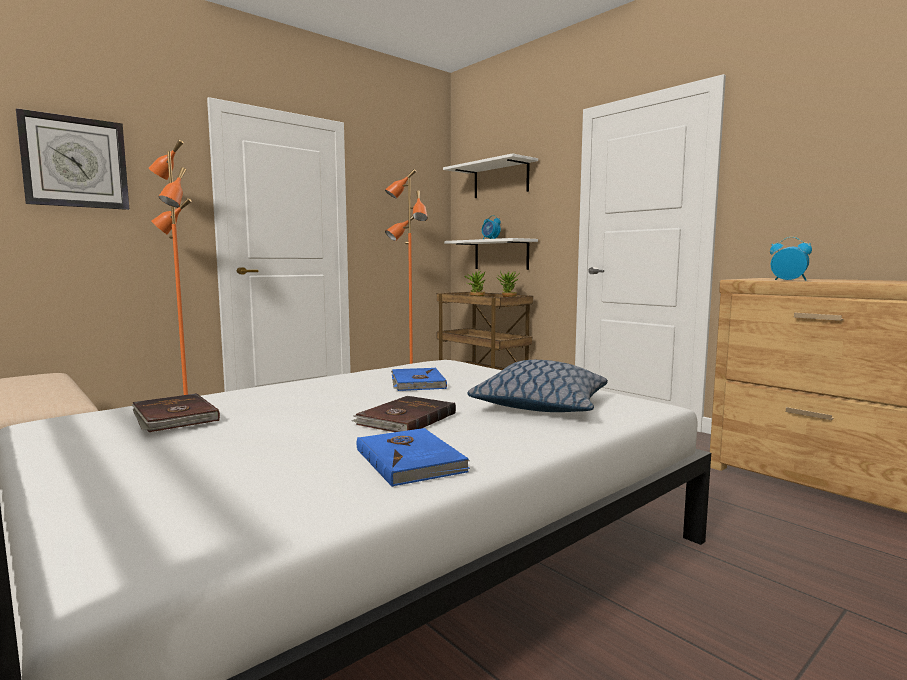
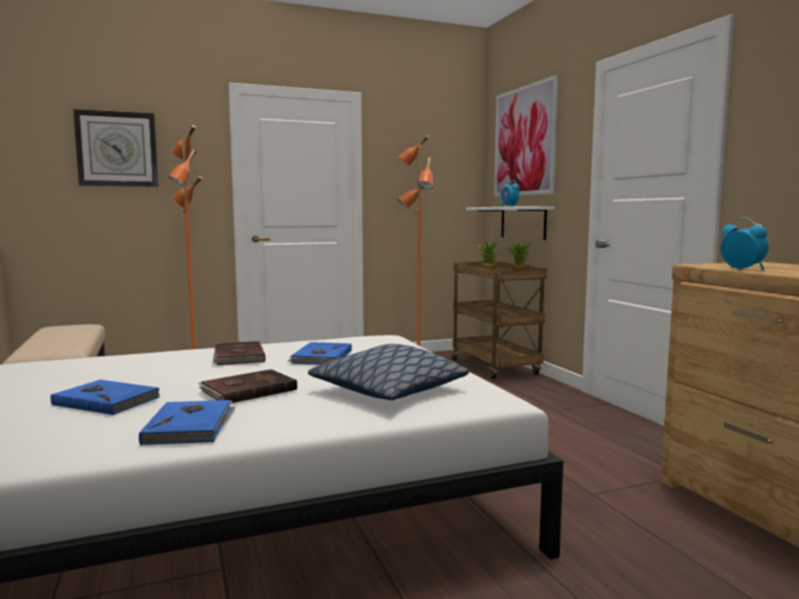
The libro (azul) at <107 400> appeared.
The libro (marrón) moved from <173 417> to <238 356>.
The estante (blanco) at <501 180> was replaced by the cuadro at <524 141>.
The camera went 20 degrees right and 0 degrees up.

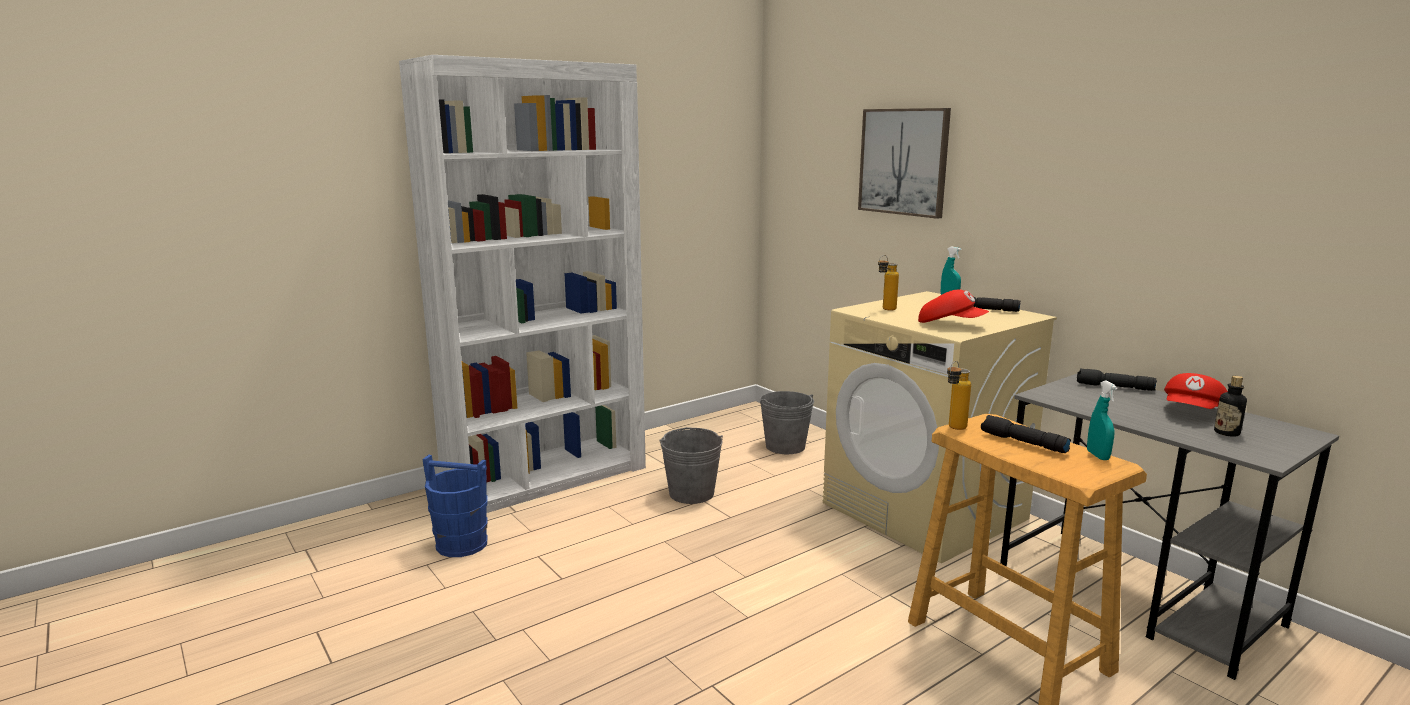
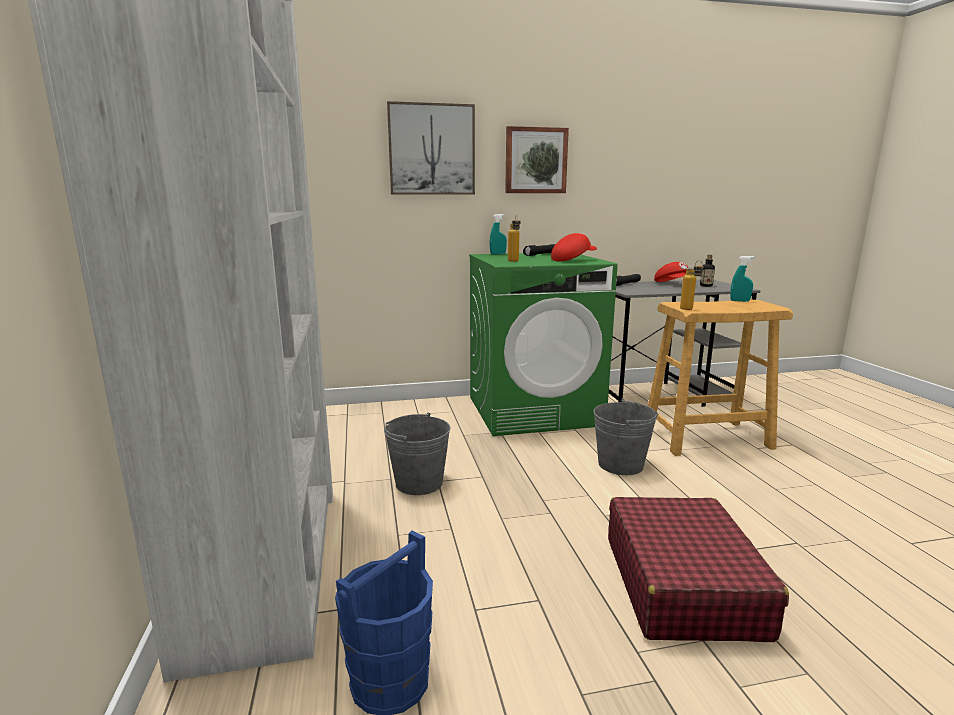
The lavadora (beis) at <925 511> became the lavadora (verde) at <534 411>.
The cuadro at <535 161> appeared.
The cubo (gris) moved from <785 446> to <620 464>.
The maleta (rojo) at <682 584> appeared.
The linterna (negro) at <1022 443> disappeared.
The camera went 65 degrees left and 0 degrees up.

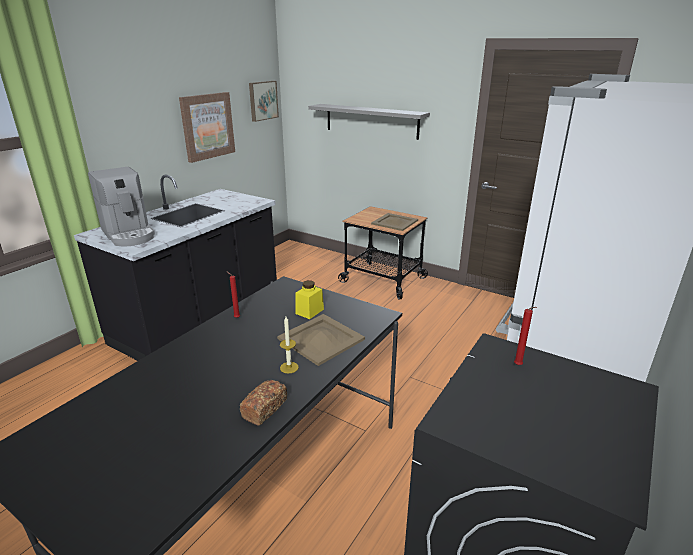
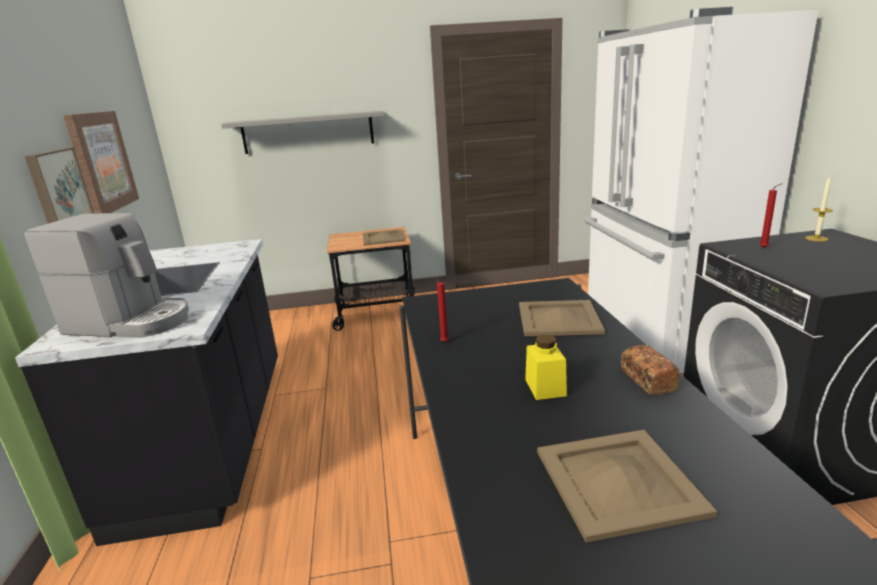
The cuadro moved from <262 100> to <57 188>.
The tarro (amarillo) moved from <309 311> to <545 387>.
The bandeja (beis) at <618 480> appeared.
The vela moved from <289 367> to <816 238>.
The camera went 40 degrees left and 5 degrees down.

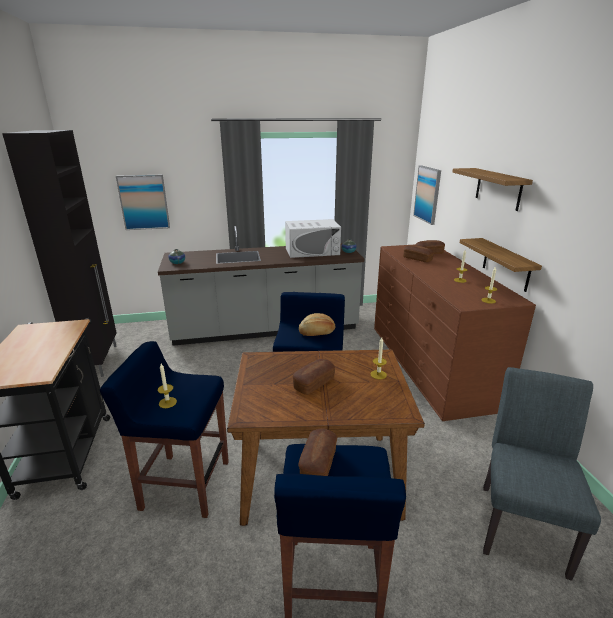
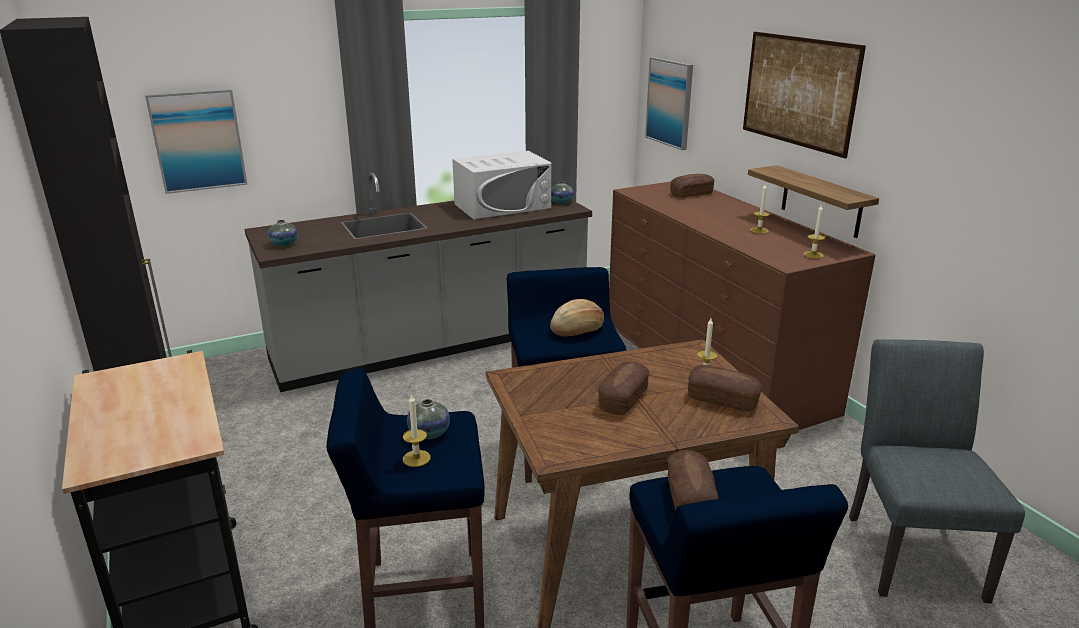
The florero at <429 433> appeared.
The pan moved from <417 259> to <722 399>.
The estante at <498 188> was replaced by the cuadro at <798 91>.
The camera went 15 degrees left and 0 degrees up.

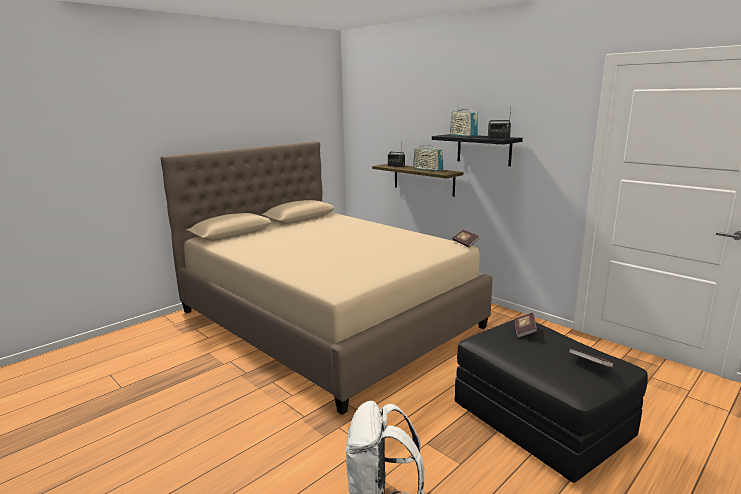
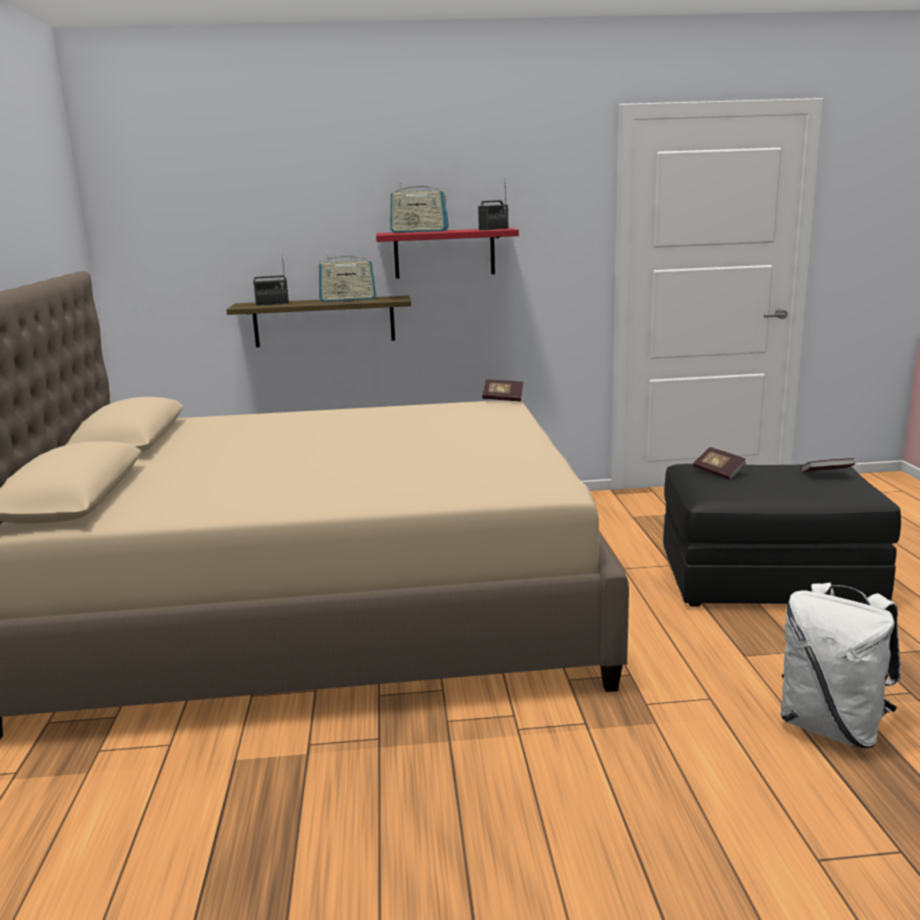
The estante (negro) at <484 149> became the estante (rojo) at <444 253>.
The camera went 50 degrees left and 0 degrees up.

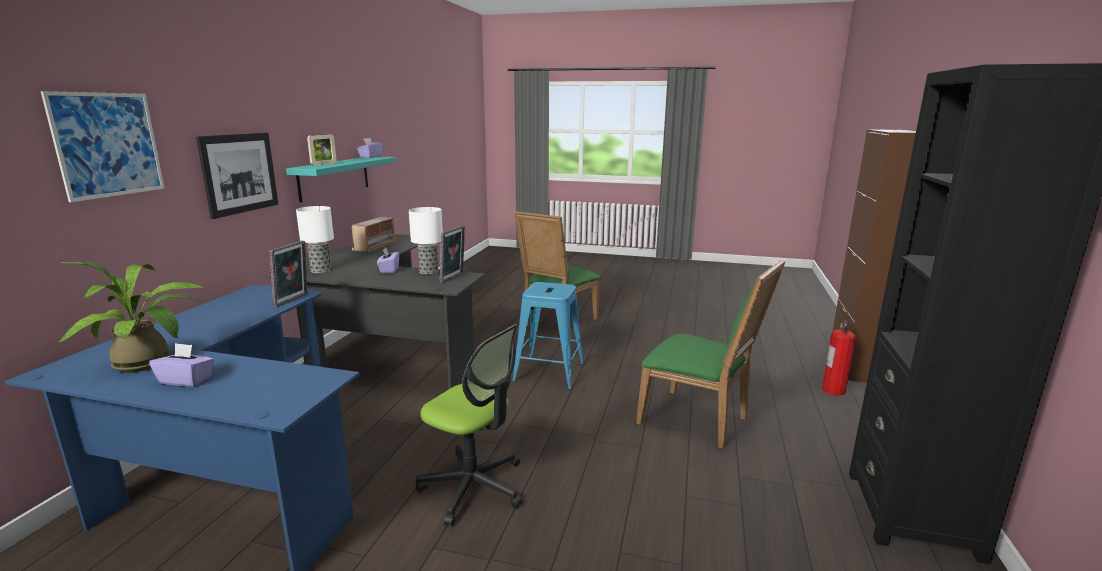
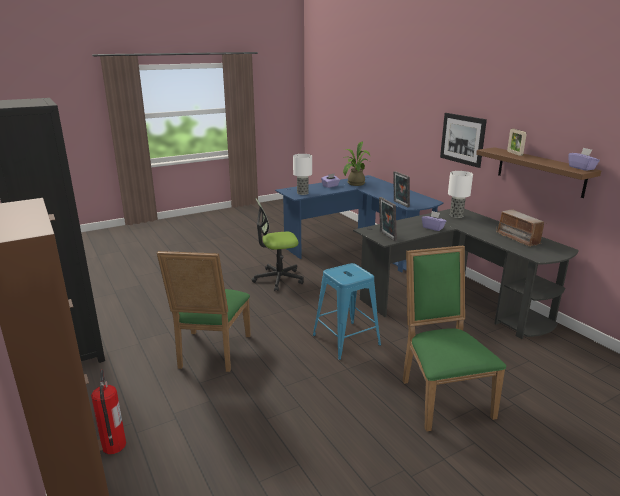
The silla (verde) at <699 421> turned 75 degrees counterclockwise.
The lámpara de mesa moved from <428 271> to <303 193>.
The estante (turquesa) at <334 177> became the estante (marrón) at <540 171>.
The cuadro at <108 145> disappeared.
The camera went 135 degrees right and 5 degrees up.

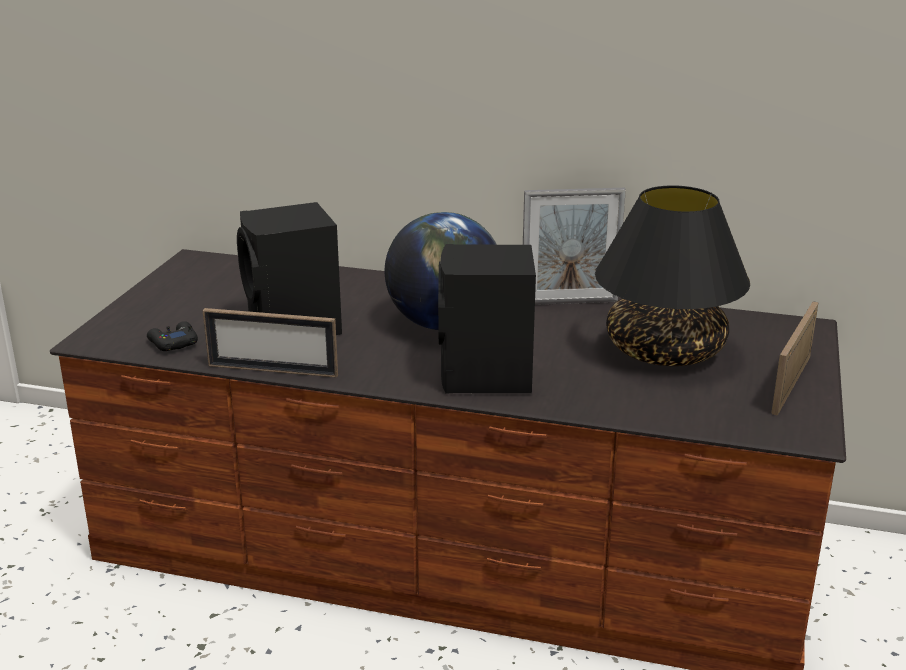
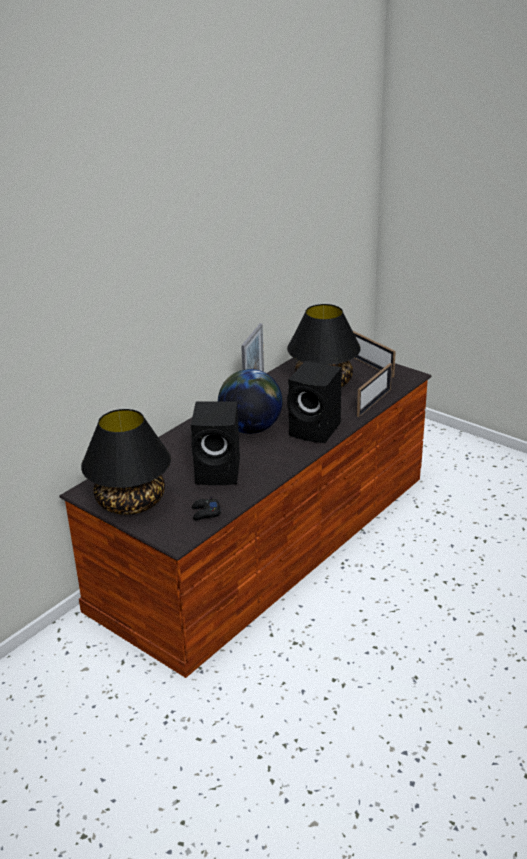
The lámpara de mesa (negro) at <131 502> appeared.
The portarretratos moved from <272 370> to <374 402>.
The camera went 65 degrees left and 5 degrees up.

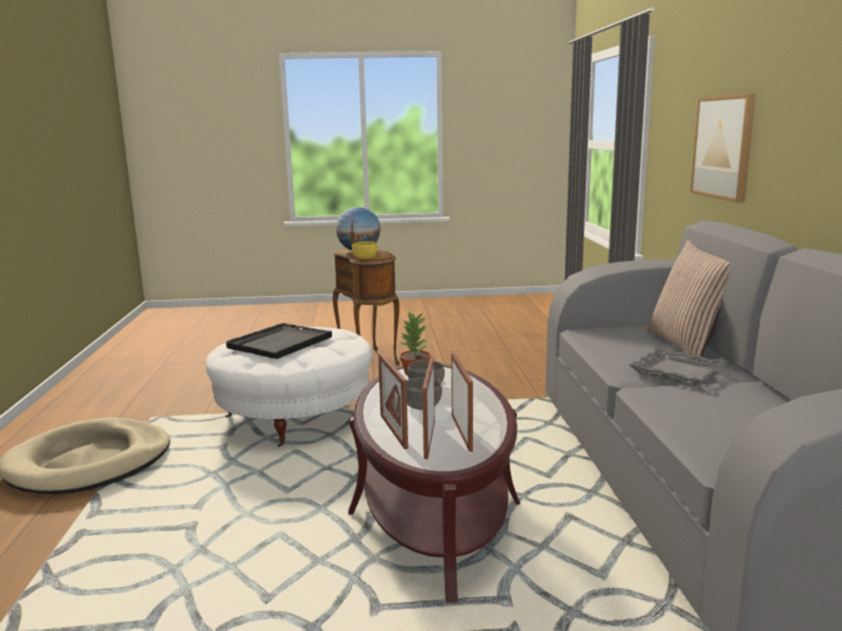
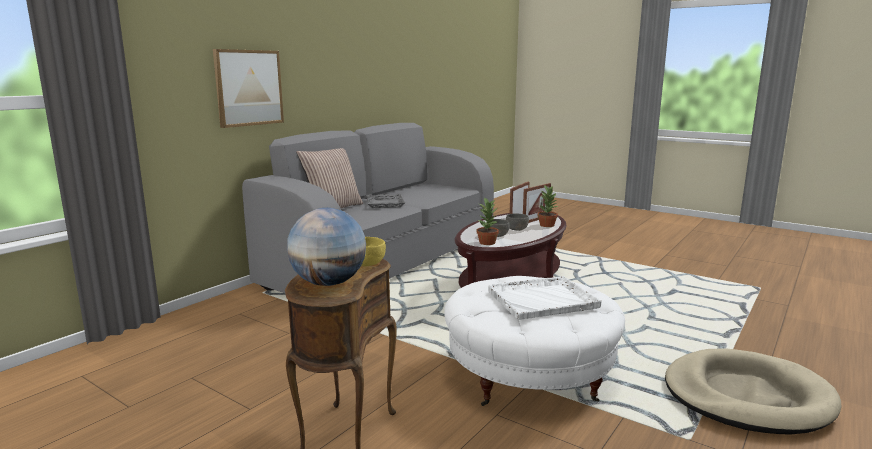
The bandeja (negro) at <279 342> became the bandeja (blanco) at <543 299>.
The portarretratos at <393 431> was replaced by the planta en maceta at <547 225>.
The camera went 140 degrees left and 0 degrees up.

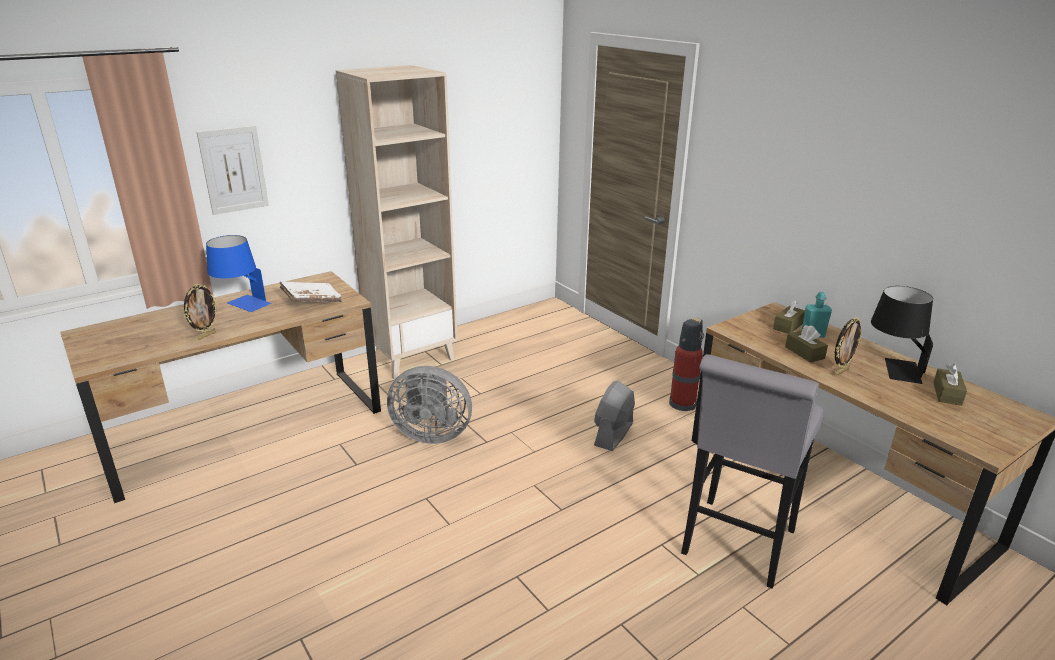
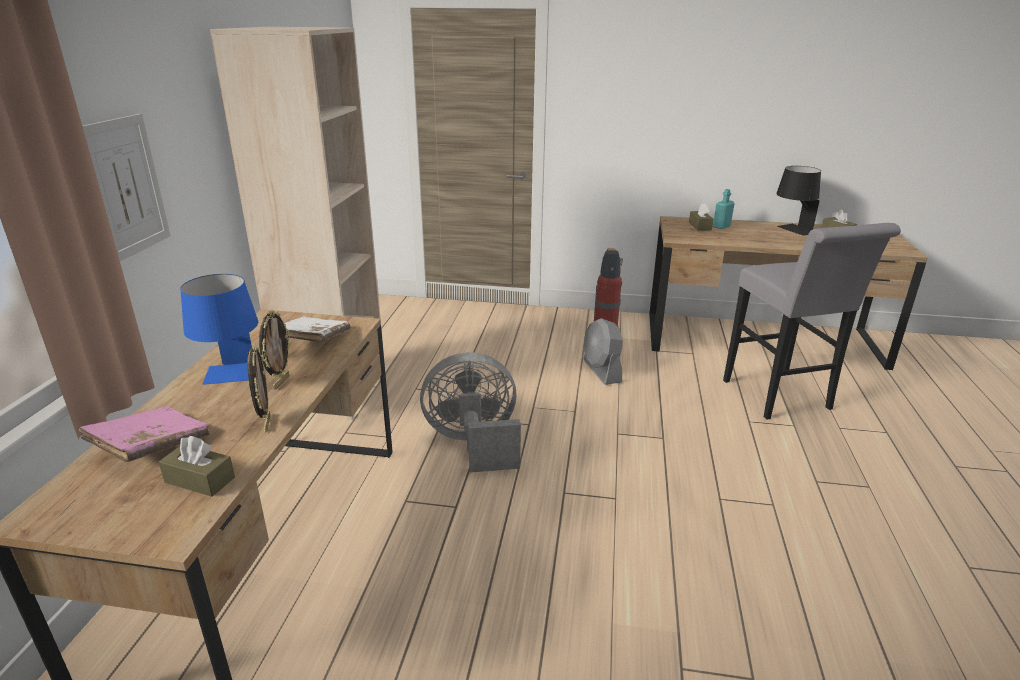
The libro (rosa) at <151 446> appeared.
The caja de pañuelos (marrón) moved from <804 353> to <200 480>.
The portarretratos moved from <840 371> to <280 382>.
The ventilador (gris) at <431 434> turned 150 degrees counterclockwise.
The camera went 45 degrees left and 0 degrees up.

